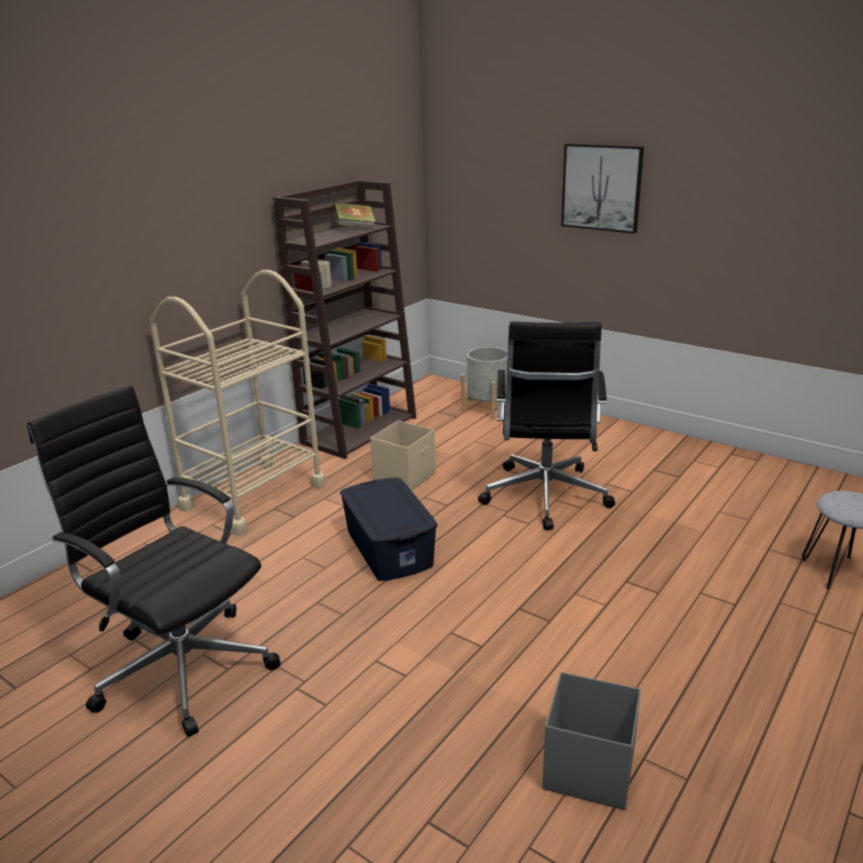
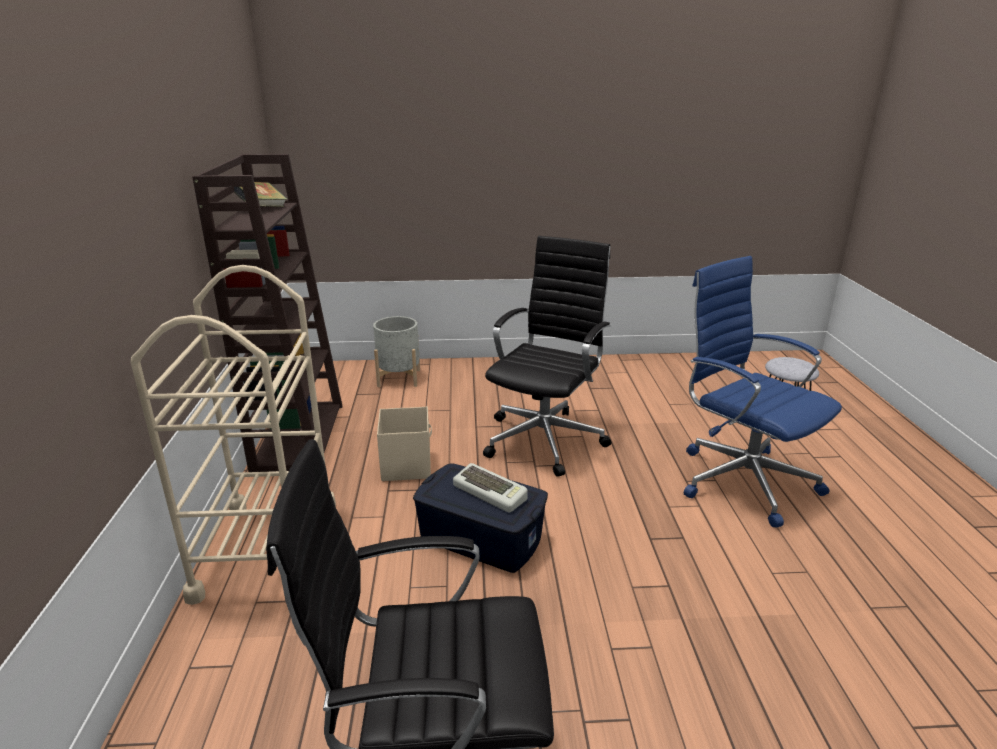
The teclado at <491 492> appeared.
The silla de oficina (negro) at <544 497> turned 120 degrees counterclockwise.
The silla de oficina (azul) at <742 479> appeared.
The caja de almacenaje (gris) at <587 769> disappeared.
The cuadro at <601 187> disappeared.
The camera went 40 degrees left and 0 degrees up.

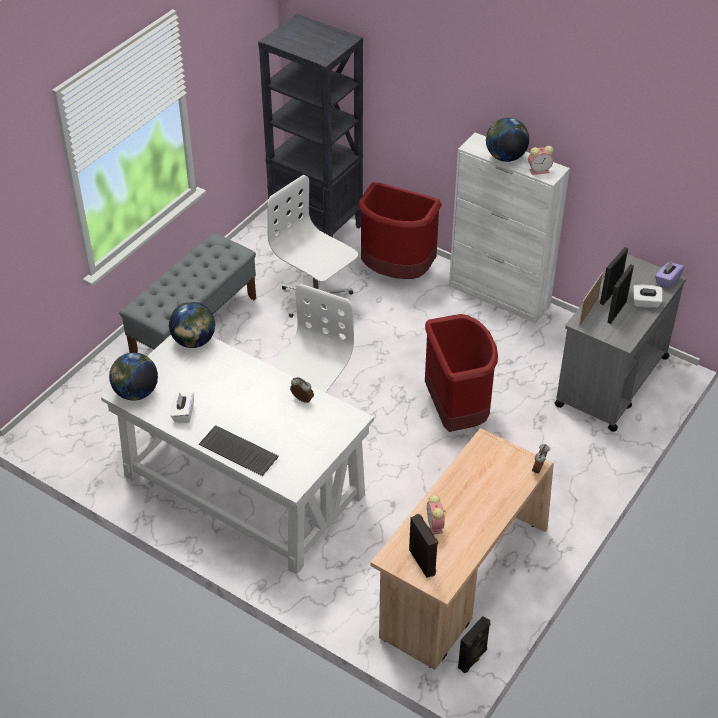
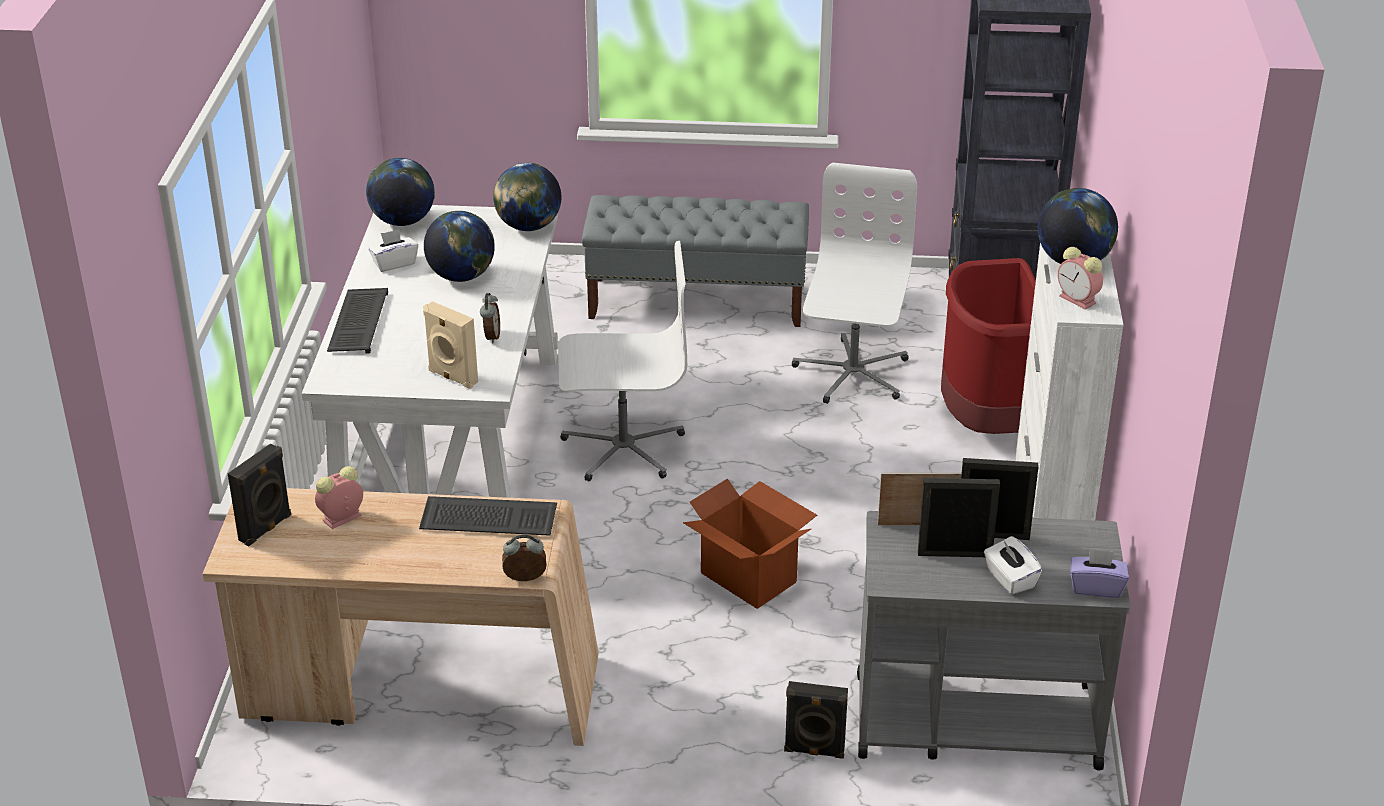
The teclado at <487 520> appeared.
The altavoz (beis) at <452 377> appeared.
The globo terráqueo at <461 276> appeared.
The papelera (rojo) at <456 412> was replaced by the caja de cartón at <749 577>.
The altavoz (negro) moved from <473 659> to <814 751>.
The camera went 60 degrees right and 10 degrees down.

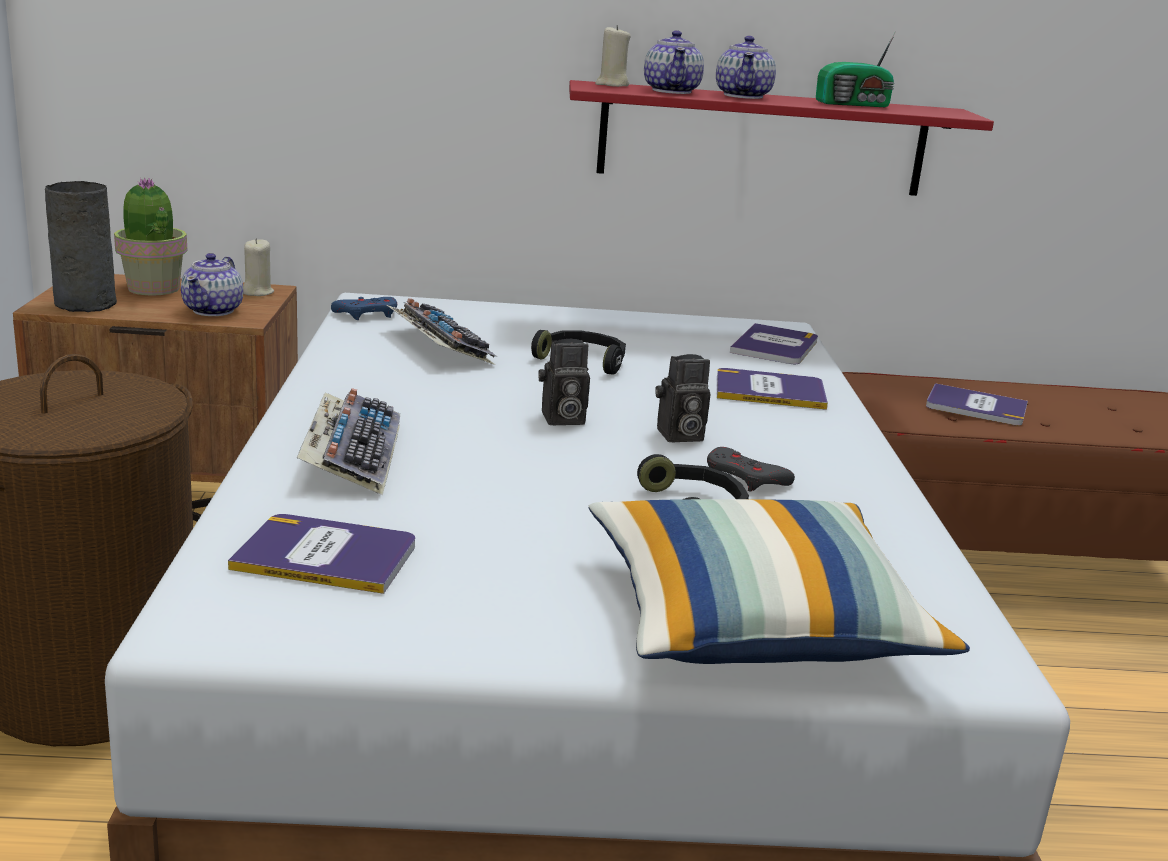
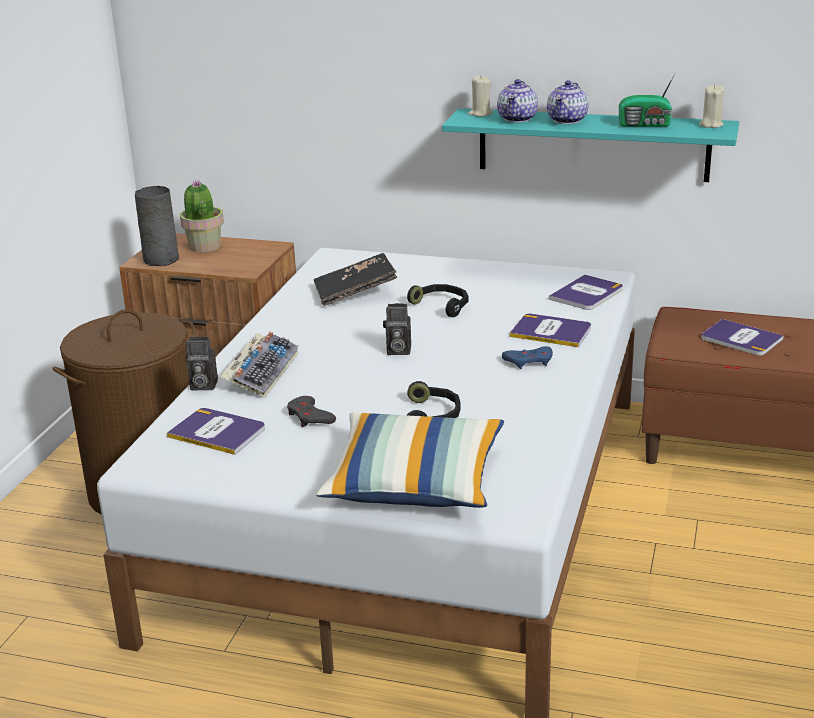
The cámara moved from <678 436> to <202 385>.
The mando de consola (gris) moved from <744 478> to <310 417>.
The teclado at <437 346> was replaced by the libro (negro) at <355 293>.
The estante (rojo) at <762 139> became the estante (turquesa) at <593 144>.
The mando de consola (azul) moved from <367 314> to <529 361>.
The vela (beis) moved from <257 292> to <711 125>.
The tetera at <214 310> disappeared.
The camera went 20 degrees right and 5 degrees up.

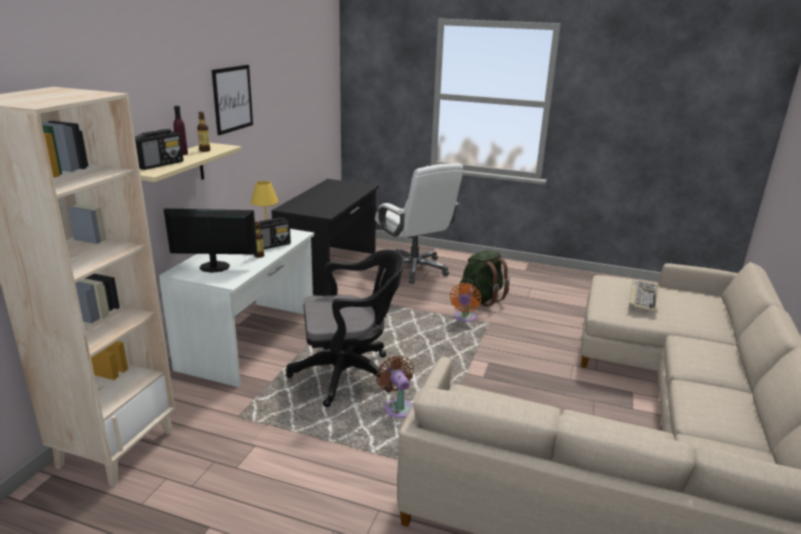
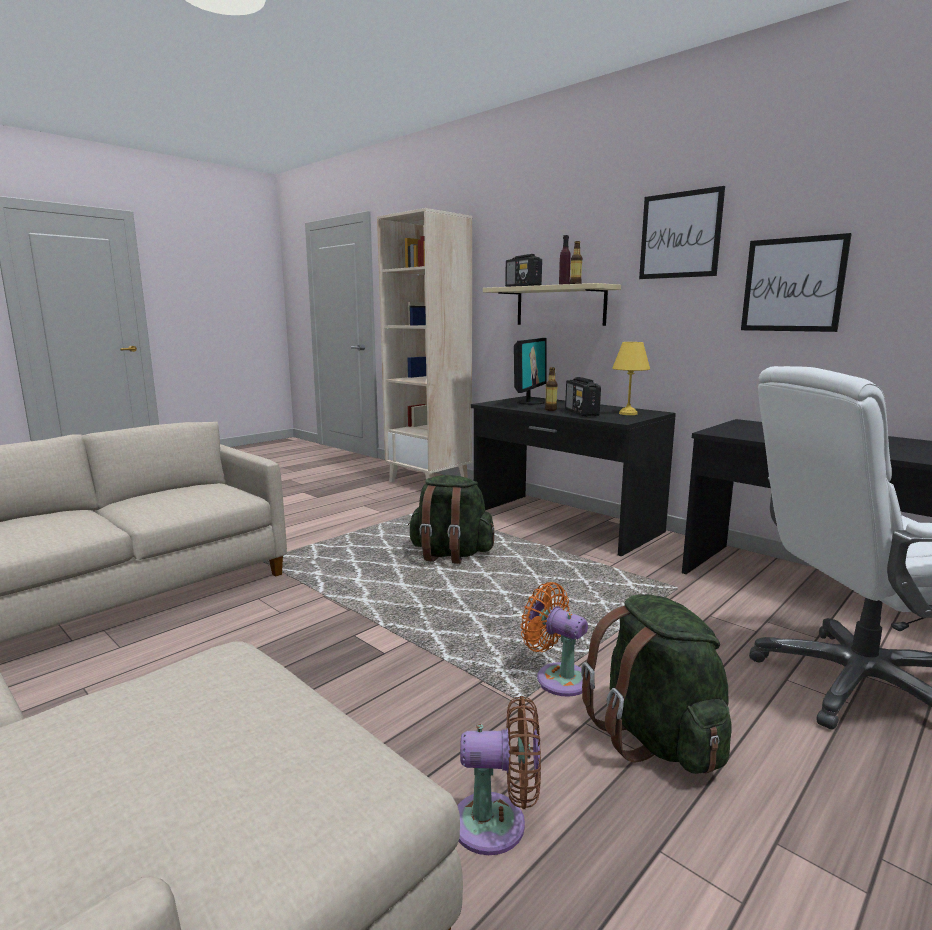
The silla de oficina (negro) at <349 374> was replaced by the mochila (verde) at <450 554>.
The ventilador (marrón) moved from <397 407> to <497 824>.
The escritorio (blanco) at <250 340> became the escritorio (negro) at <563 522>.
The cuadro at <793 285> appeared.
The teclado at <643 297> disappeared.
The camera went 115 degrees right and 10 degrees down.

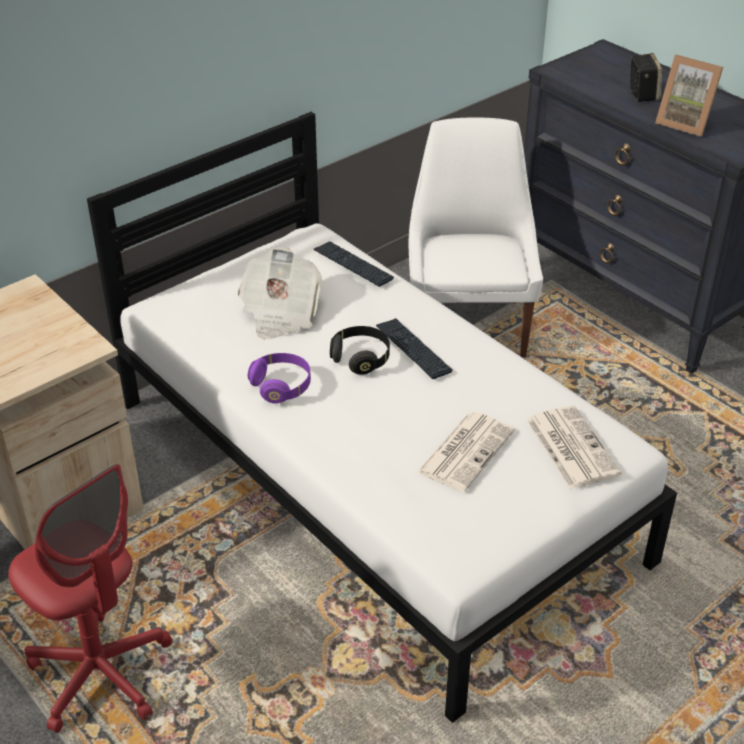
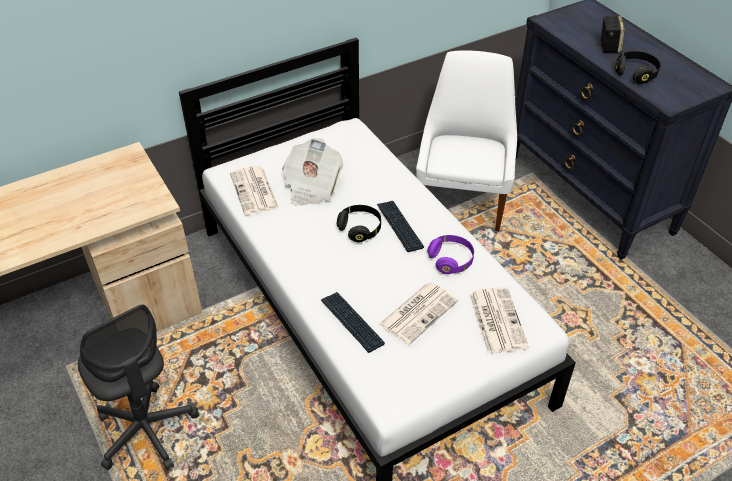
The silla de oficina (rojo) at <101 673> became the silla de oficina (gris) at <146 431>.
The periódico at <255 191> appeared.
The teclado moved from <353 265> to <352 322>.
The auriculares (morado) moved from <281 386> to <451 260>.
The portarretratos at <685 123> was replaced by the auriculares (negro) at <636 74>.
The camera went 10 degrees right and 5 degrees up.

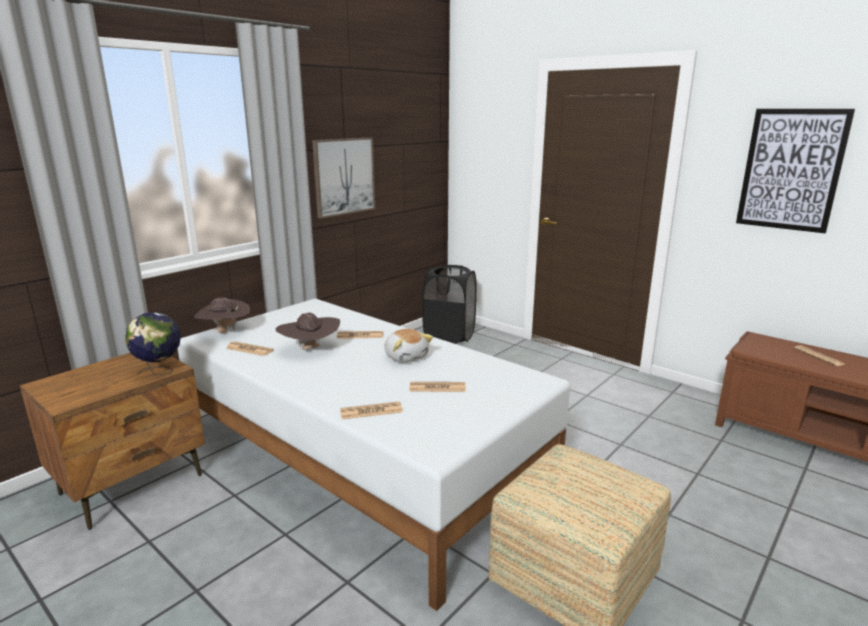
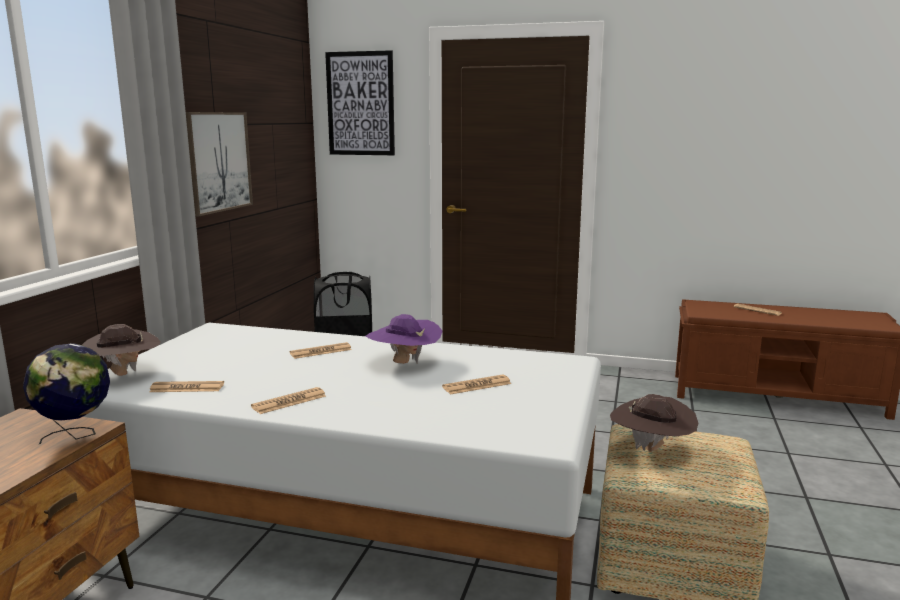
The periódico moved from <371 411> to <289 401>.
The cuadro moved from <791 170> to <360 104>.
The peluche at <406 356> was replaced by the sombrero (morado) at <404 363>.
The sombrero (marrón) moved from <310 350> to <651 450>.
The camera went 25 degrees left and 5 degrees down.

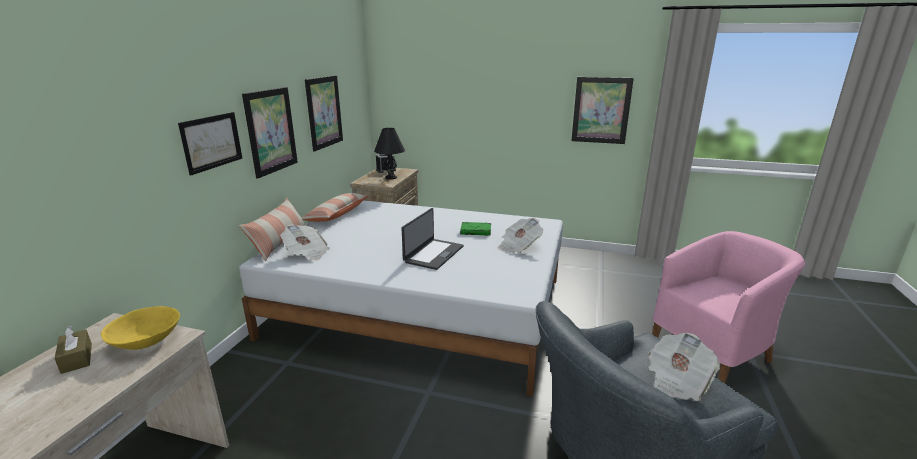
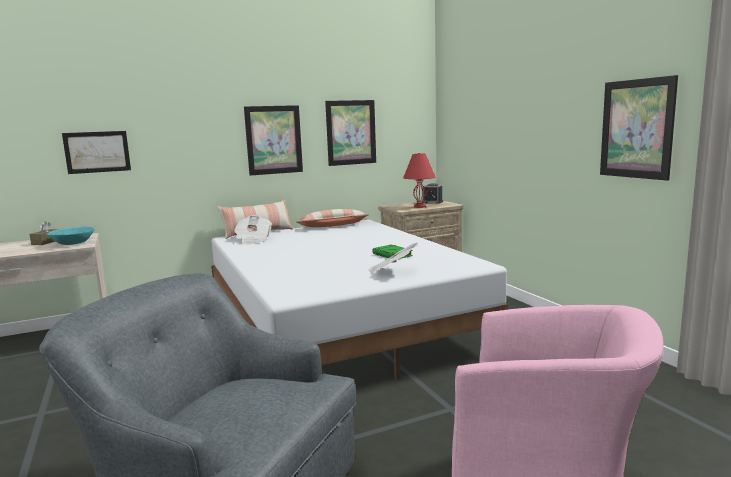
The cuenco (amarillo) at <146 341> became the cuenco (turquesa) at <72 243>.
The cuadro moved from <212 142> to <97 152>.
The lámpara de mesa (negro) at <391 177> became the lámpara de mesa (rojo) at <419 206>.
The portátil at <433 254> disappeared.
The periódico at <677 381> disappeared.
The camera went 50 degrees right and 10 degrees down.

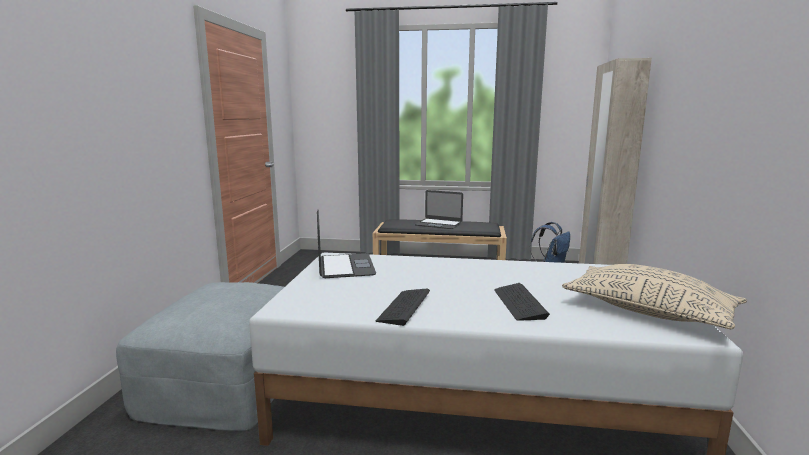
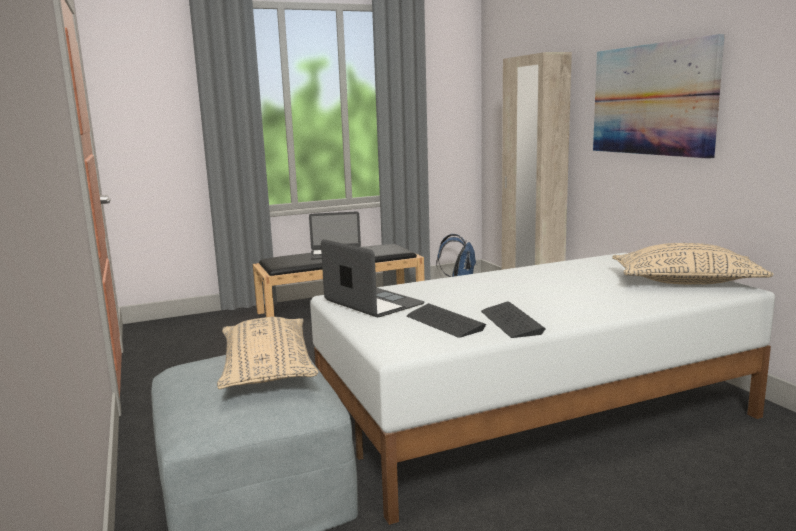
The cojín (beis) at <267 369> appeared.
The teclado moved from <519 303> to <444 322>.
The cuadro at <652 100> appeared.
The camera went 30 degrees left and 0 degrees up.

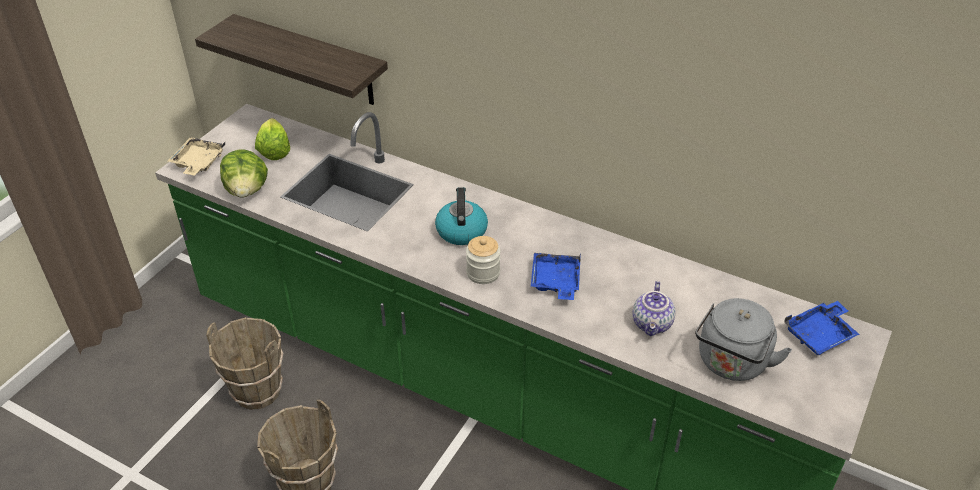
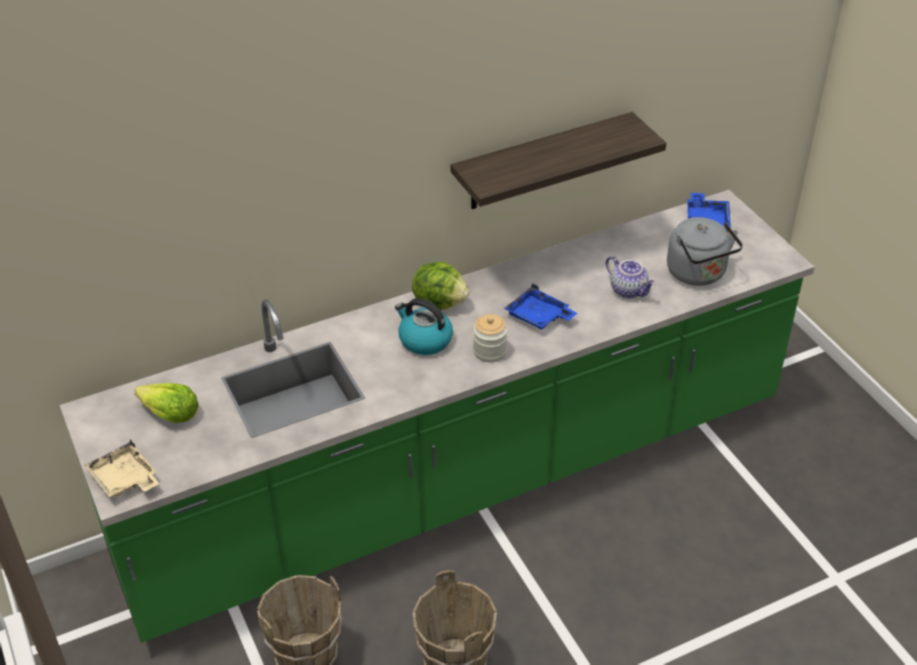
The lechuga moved from <247 190> to <440 302>.
The estante moved from <311 60> to <542 162>.
The camera went 55 degrees left and 0 degrees up.

